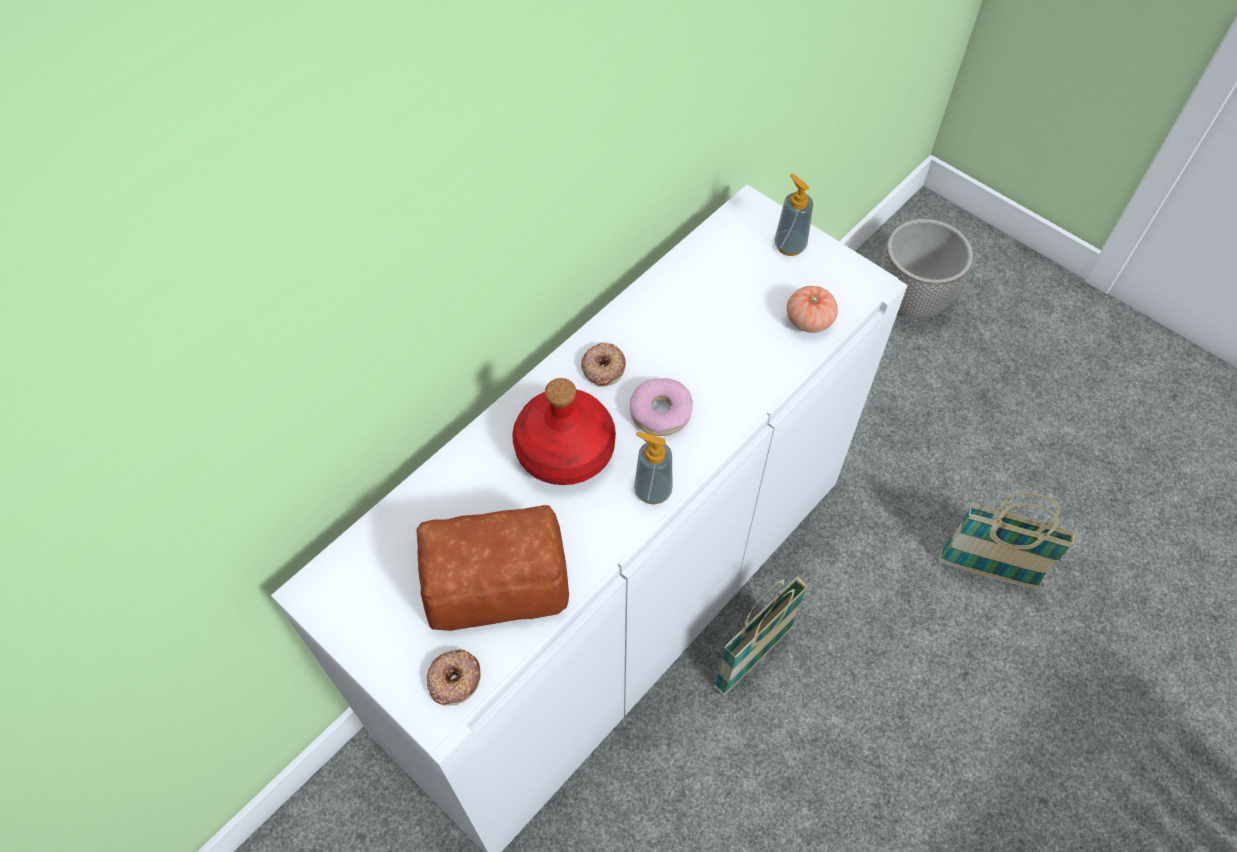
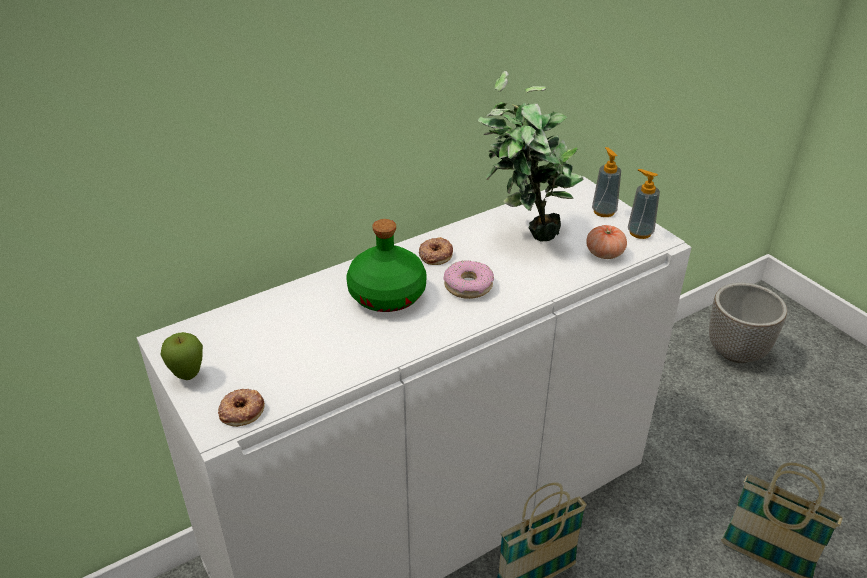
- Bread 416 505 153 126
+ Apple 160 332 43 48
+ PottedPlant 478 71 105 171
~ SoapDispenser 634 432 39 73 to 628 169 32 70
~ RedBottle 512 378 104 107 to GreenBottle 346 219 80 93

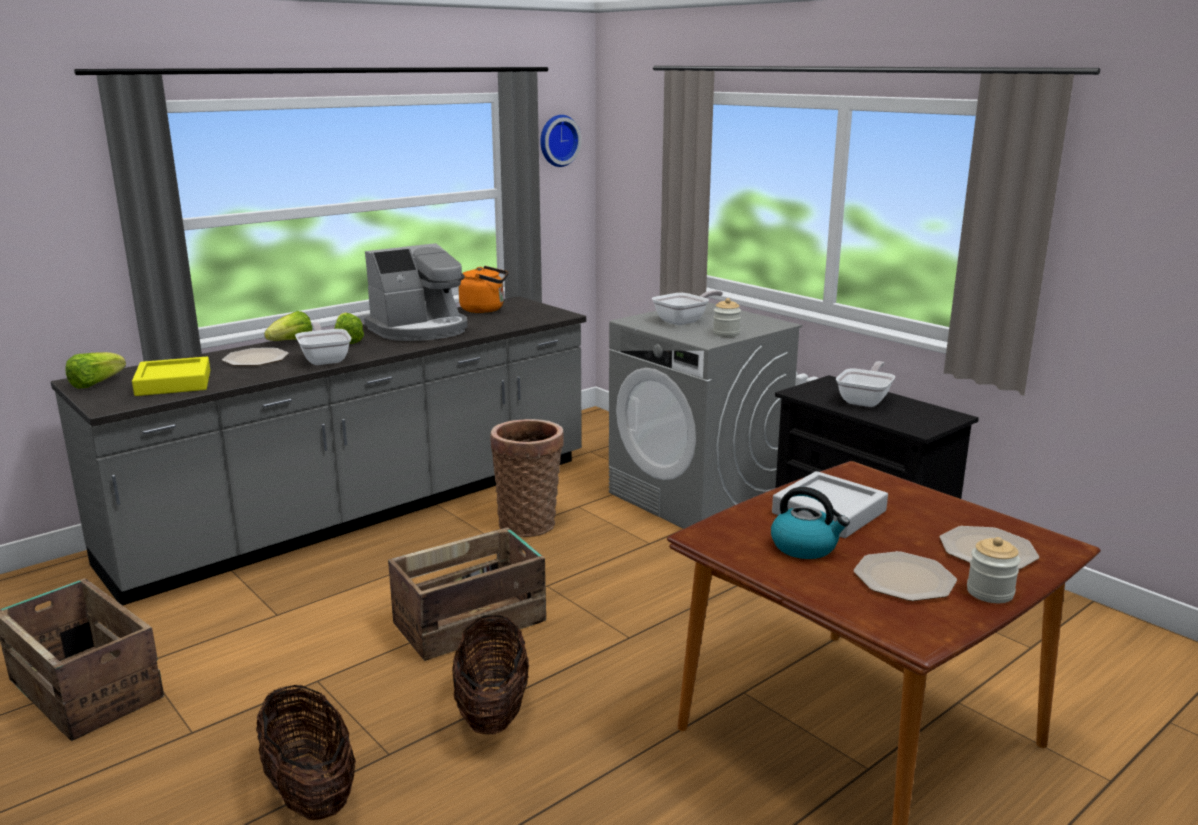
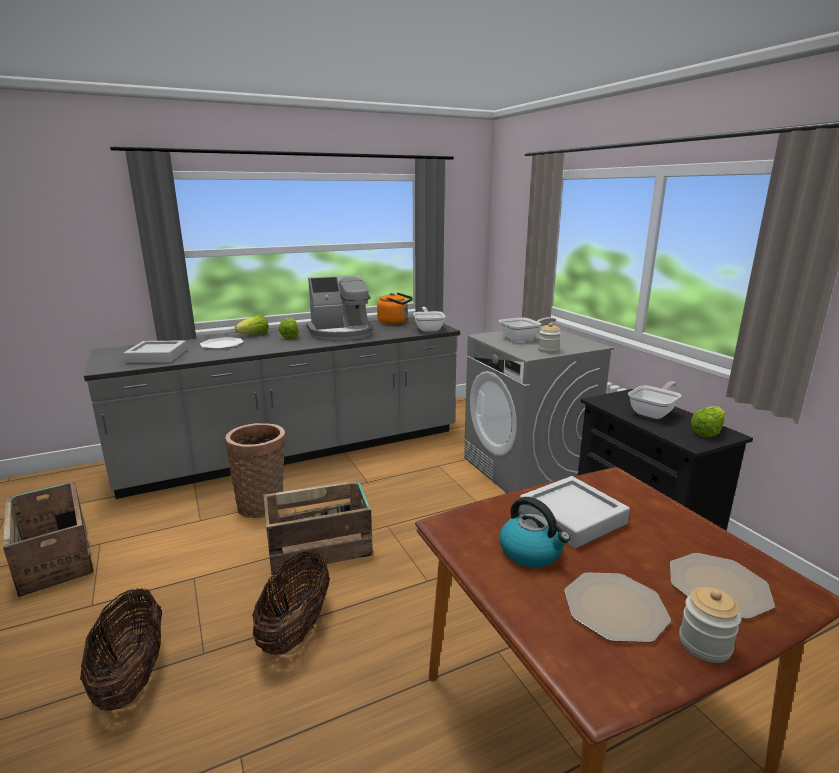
- WallClock 540 115 42 52
~ Lettuce 66 352 60 37 to 691 406 34 31
~ FryingPan 295 322 56 43 to 413 307 33 24
~ Basket 490 419 74 118 to 225 423 61 95
~ YellowTray 132 357 78 39 to GreyTray 123 340 64 23

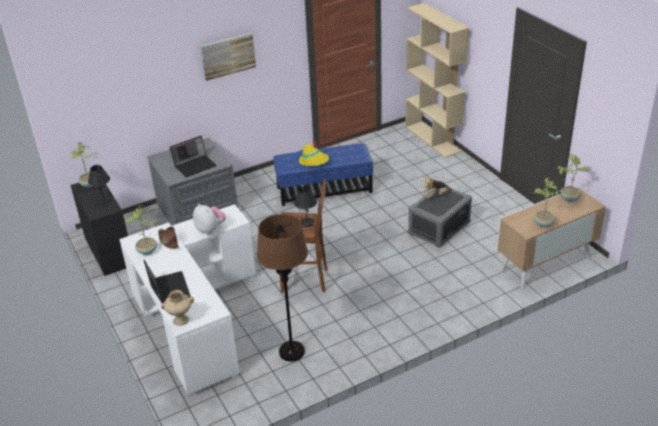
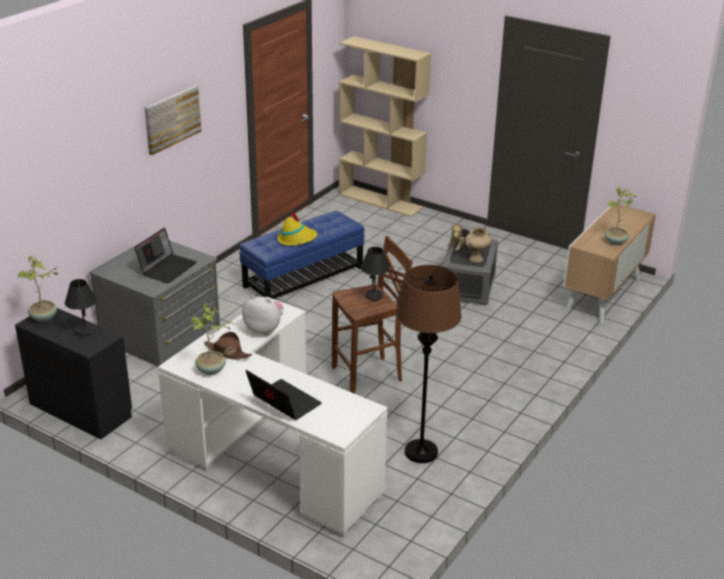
- PottedPlant 557 154 30 48
~ BeigeVase 161 290 33 36 to 465 226 26 37

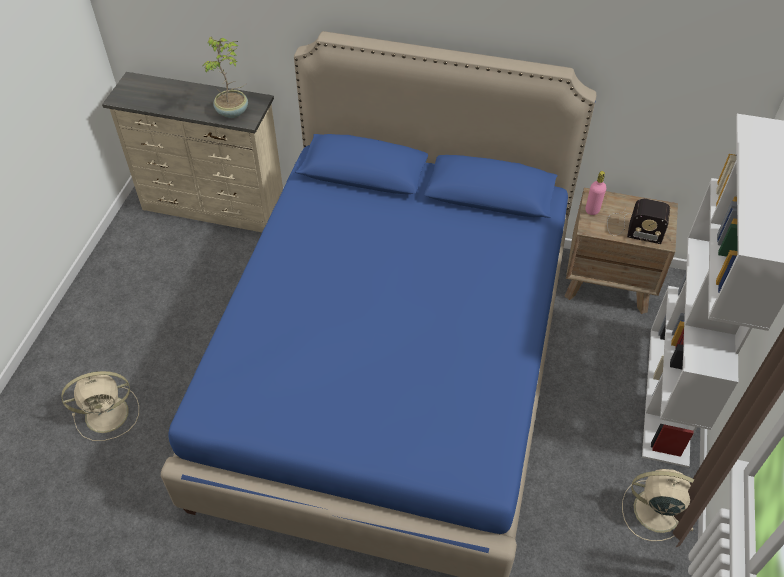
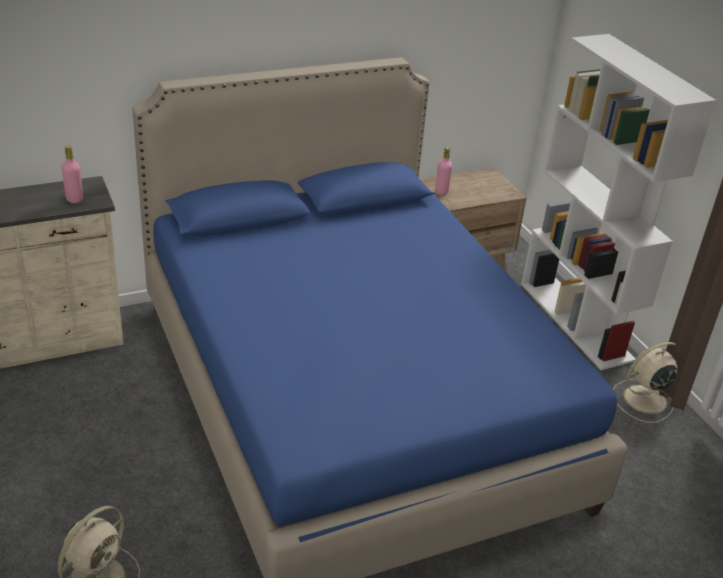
- Radio 607 199 63 45
~ PottedPlant 203 36 45 82 to PinkBottle 61 146 22 57

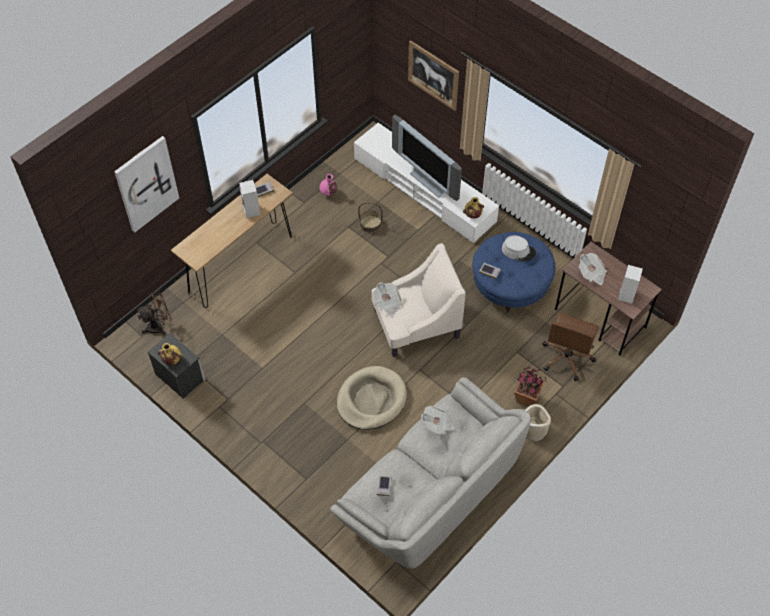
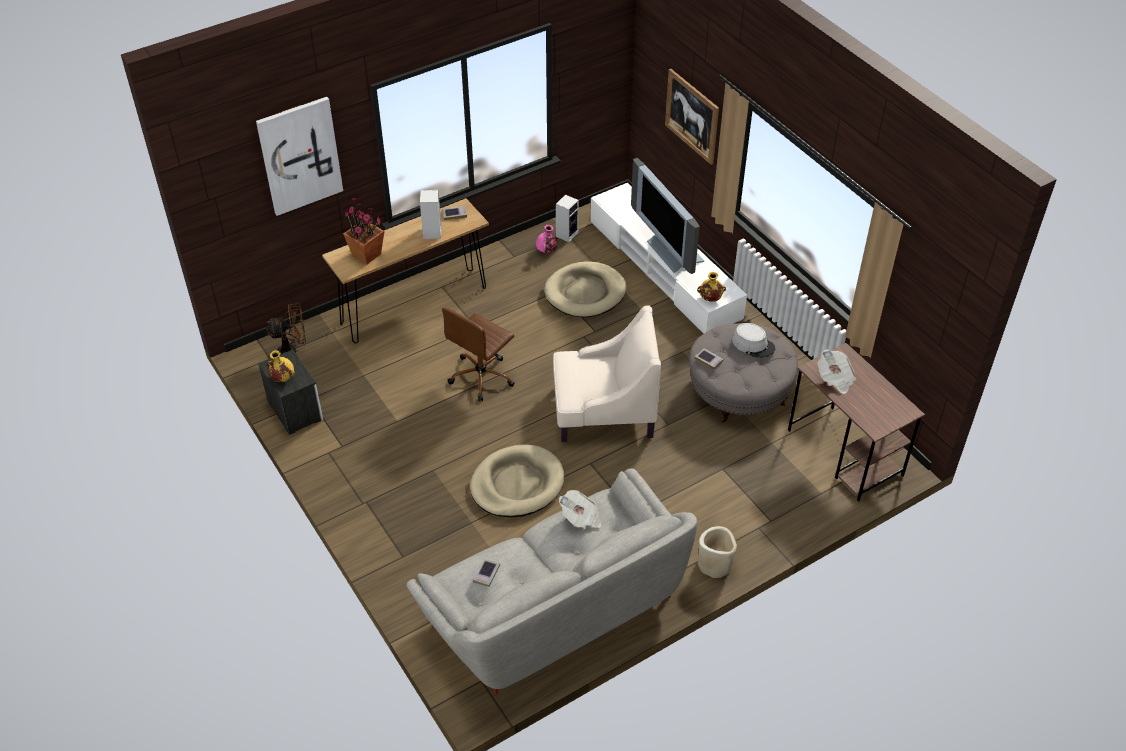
- Newspaper 373 282 30 34
~ PottedPlant 514 367 33 40 to 343 197 41 67
~ BrownOfficeChair 542 313 57 68 to 442 308 73 93
~ Speaker 618 265 25 39 to 556 195 23 47
~ Basket 358 202 25 31 to BeigeDogBed 544 261 83 56
~ BlueOttoman 472 232 83 82 to GreyOttoman 689 323 109 99

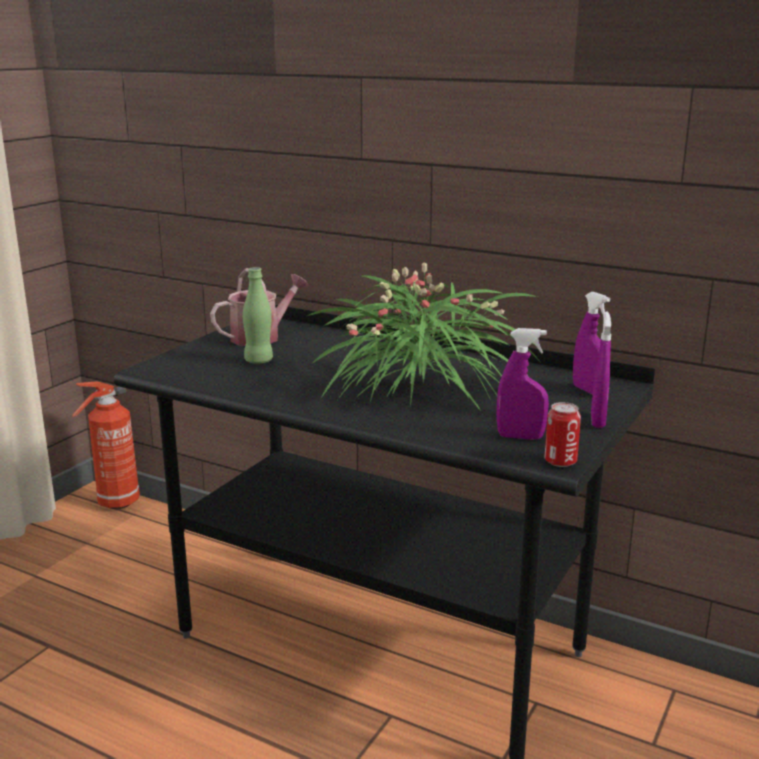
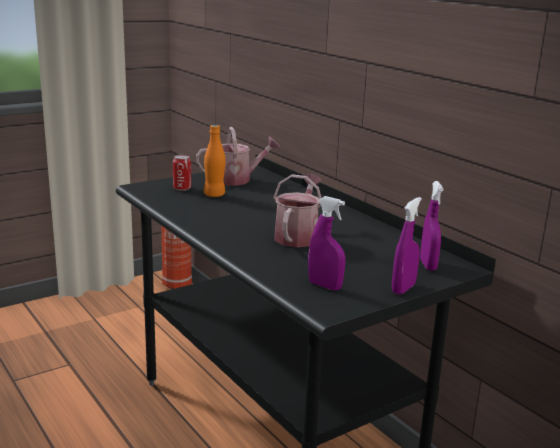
~ Can 544 402 37 65 to 173 155 19 36
~ PottedPlant 307 263 235 148 to WateringCan 273 174 49 73
~ GreenBottle 243 267 30 97 to OrangeBottle 204 125 22 72

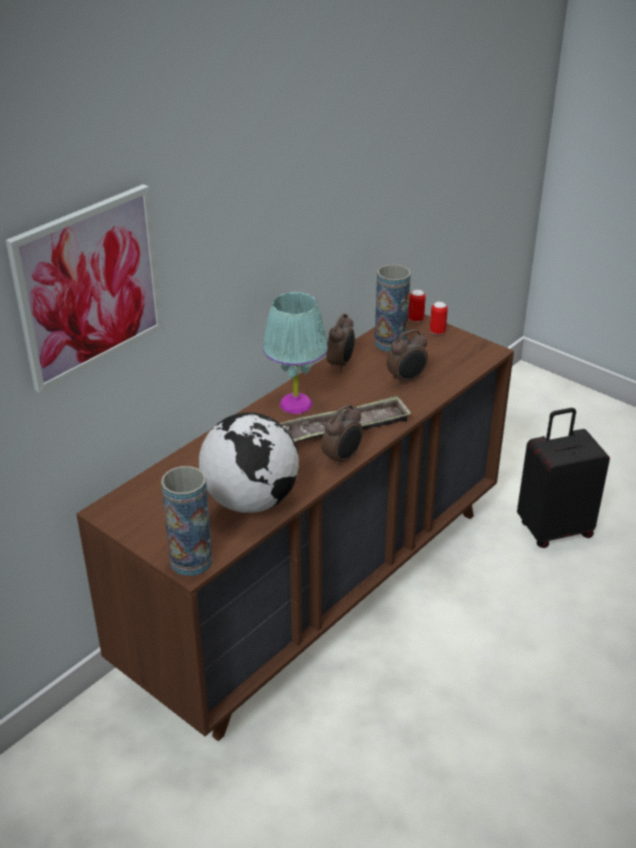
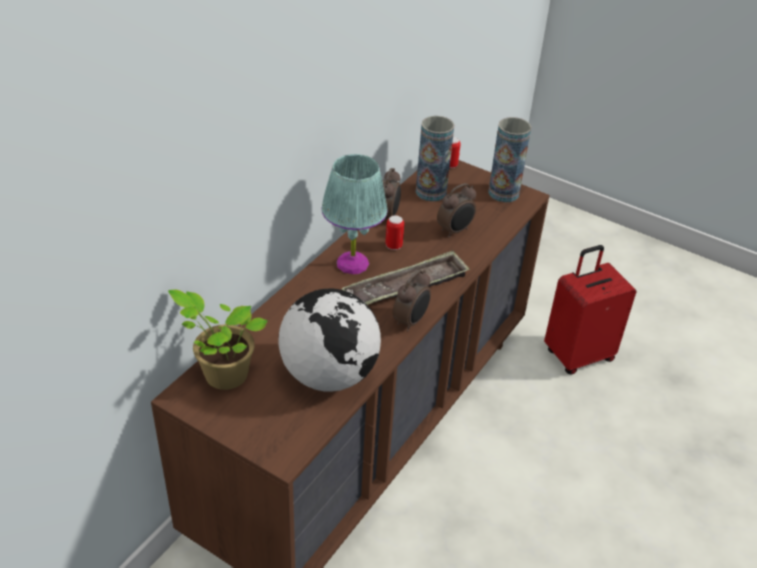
- Picture 6 184 157 209
+ PottedPlant 168 290 100 100
~ Vase 161 466 51 110 to 488 117 43 86
~ Can 430 302 18 33 to 385 215 19 35
~ BlackSuitcase 517 408 93 140 to RedSuitcase 544 245 92 129

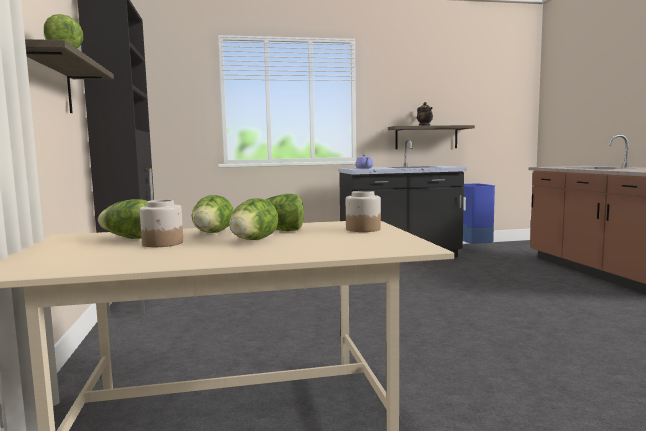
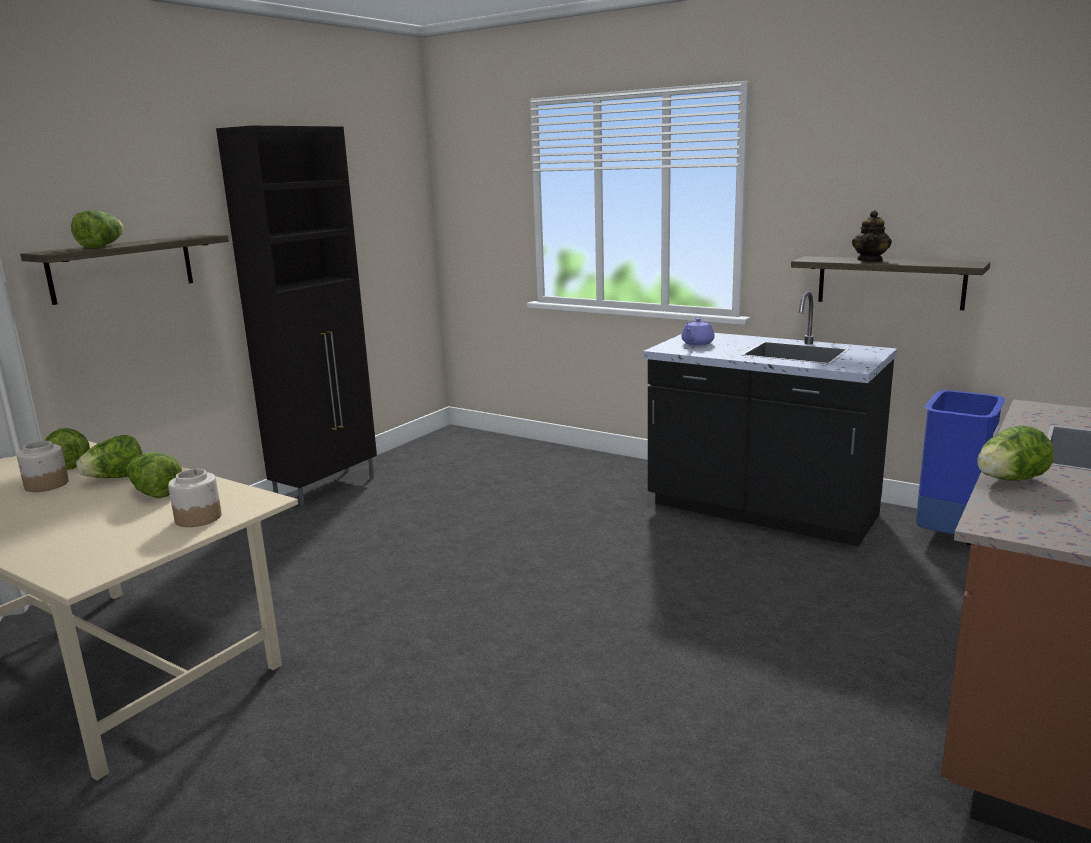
~ Lettuce 229 198 50 42 to 977 426 77 55

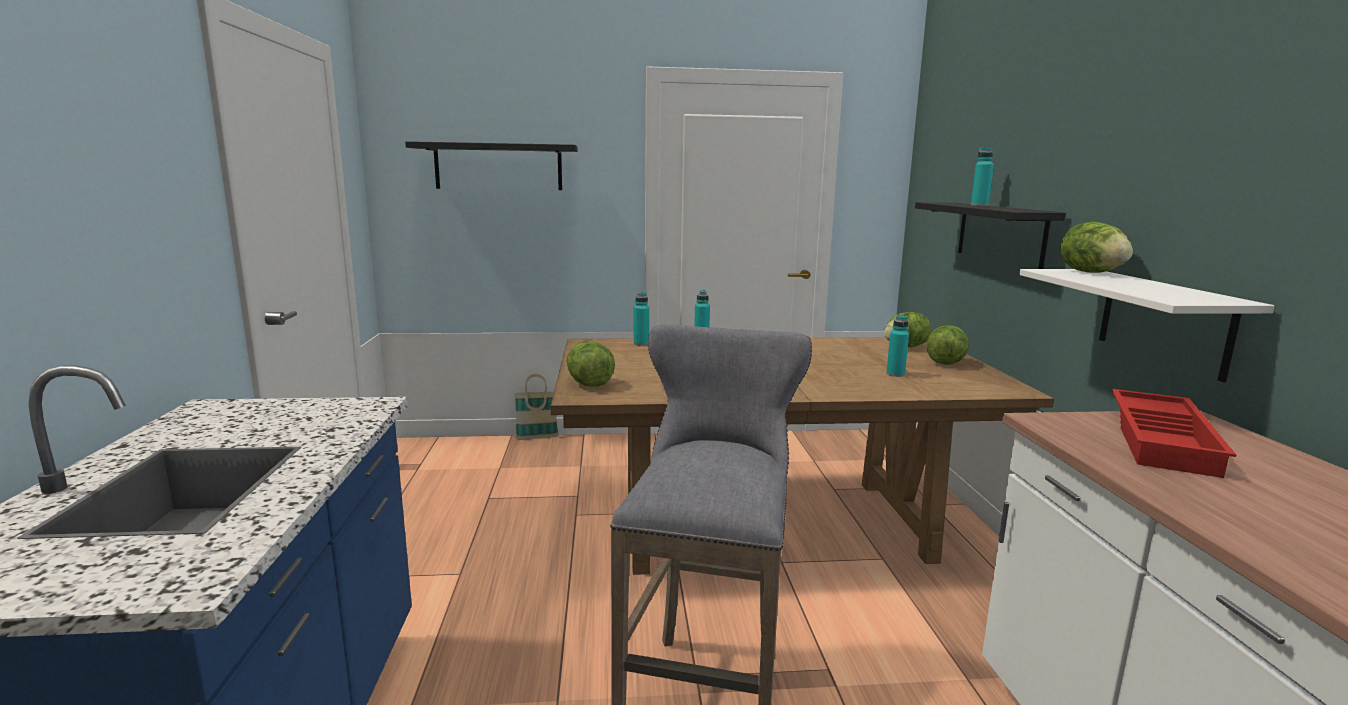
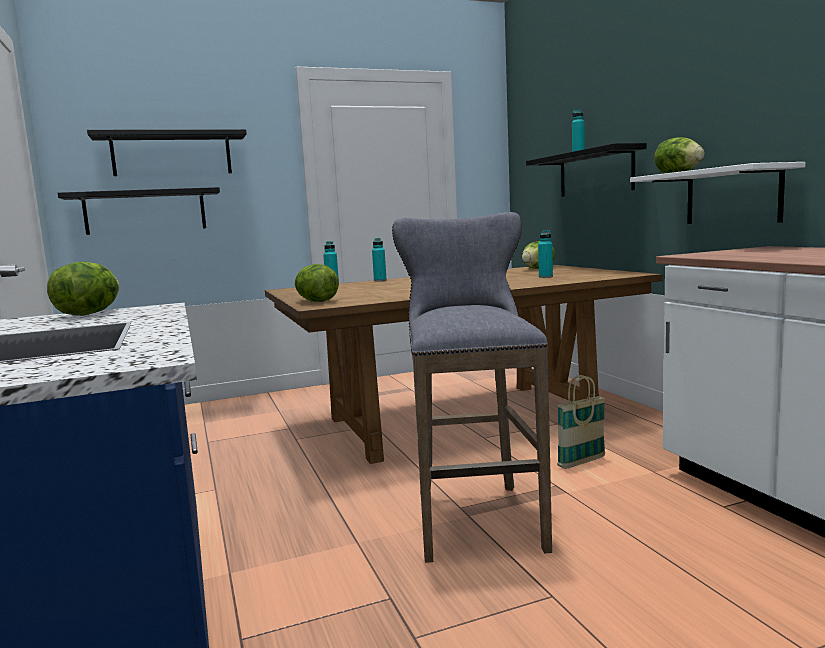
- RedTray 1111 389 125 89
+ BlackShelf 58 187 162 48
~ Basket 514 374 45 66 to 557 375 48 94
~ Lettuce 927 325 42 40 to 47 262 72 54

